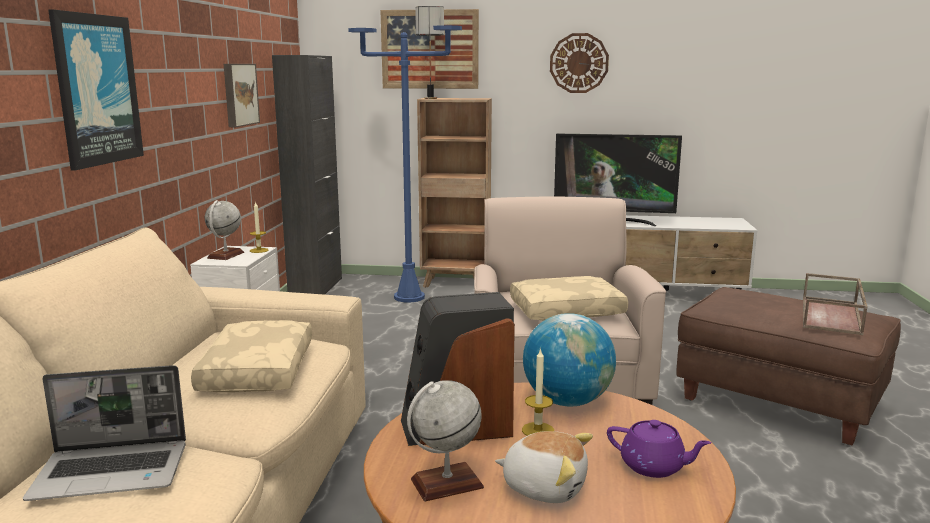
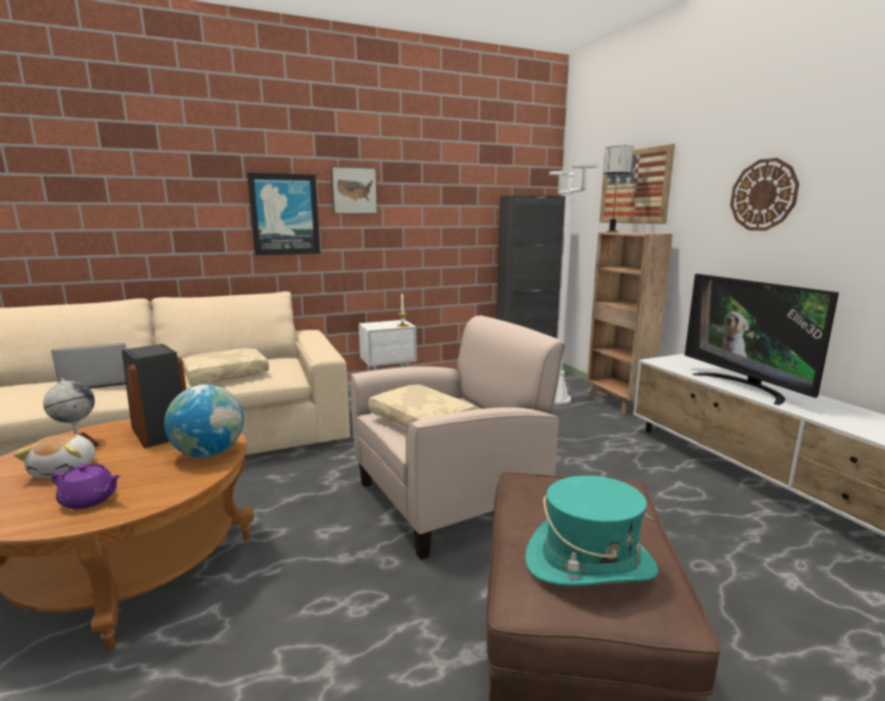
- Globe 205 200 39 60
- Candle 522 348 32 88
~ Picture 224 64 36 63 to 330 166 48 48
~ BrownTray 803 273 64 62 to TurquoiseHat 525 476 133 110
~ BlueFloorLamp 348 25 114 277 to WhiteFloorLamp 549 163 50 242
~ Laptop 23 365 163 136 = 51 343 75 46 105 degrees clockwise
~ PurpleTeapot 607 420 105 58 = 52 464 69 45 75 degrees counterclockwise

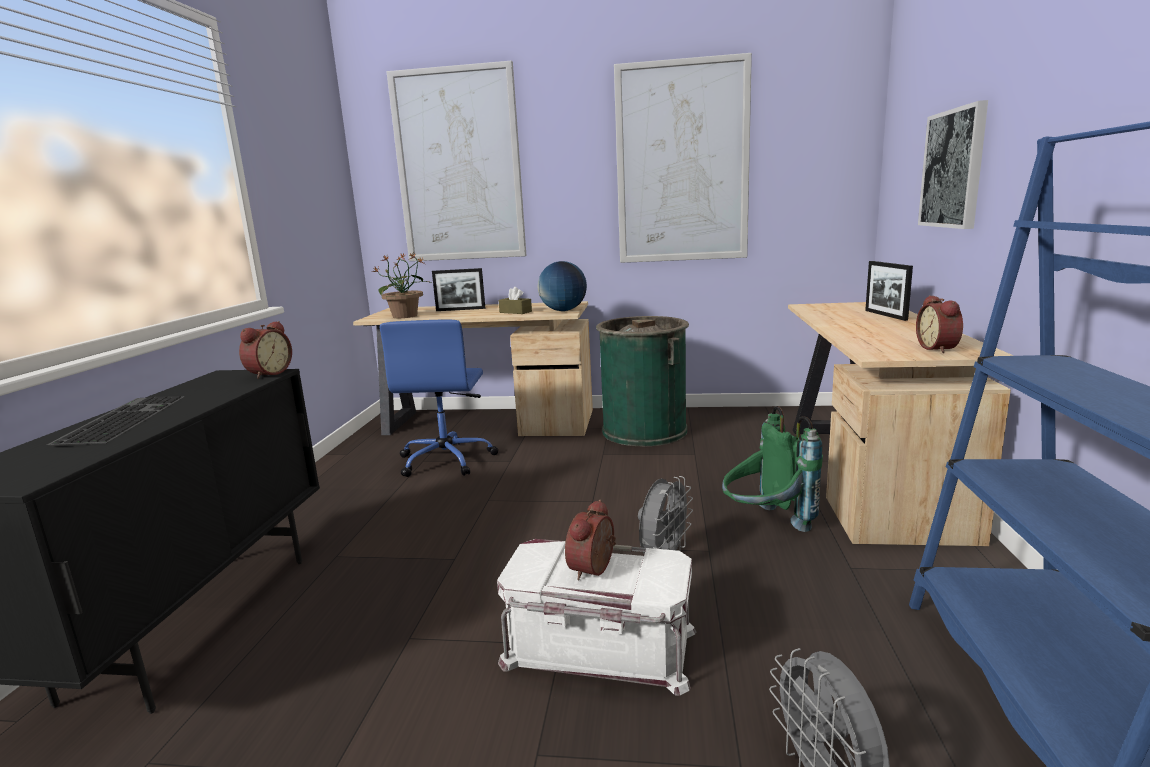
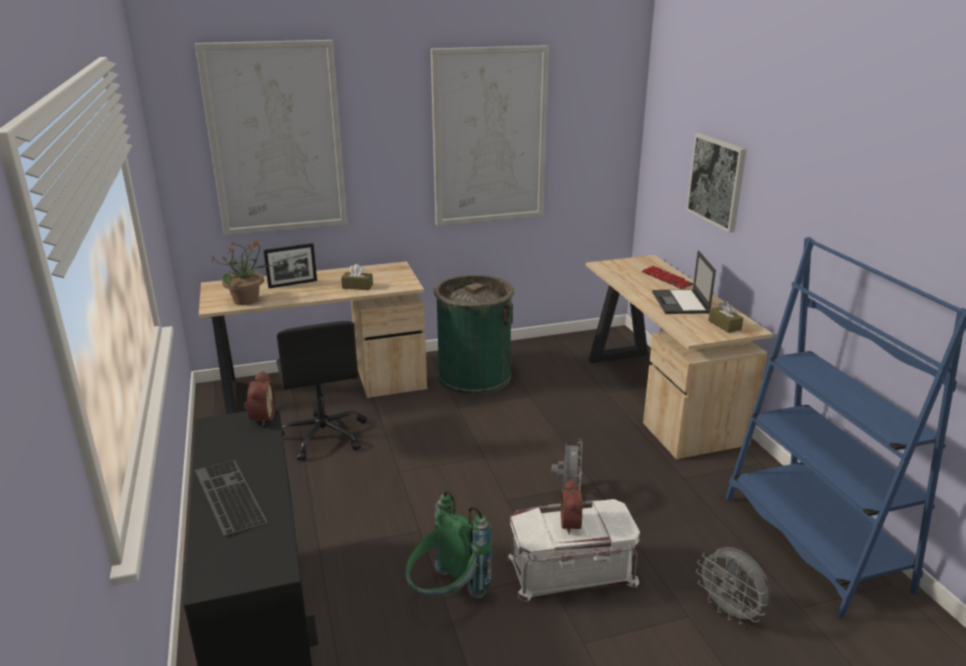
- Globe 538 261 49 50
+ Laptop 652 250 64 64
~ GreenBackpack 722 406 101 126 to 405 490 87 108
~ PictureFrame 865 261 48 60 to Keyboard 642 266 51 23
~ AlarmClock 916 295 47 58 to BrownTissueBox 708 301 35 32
~ BlueOfficeChair 380 319 118 158 to BlackOfficeChair 276 321 91 140

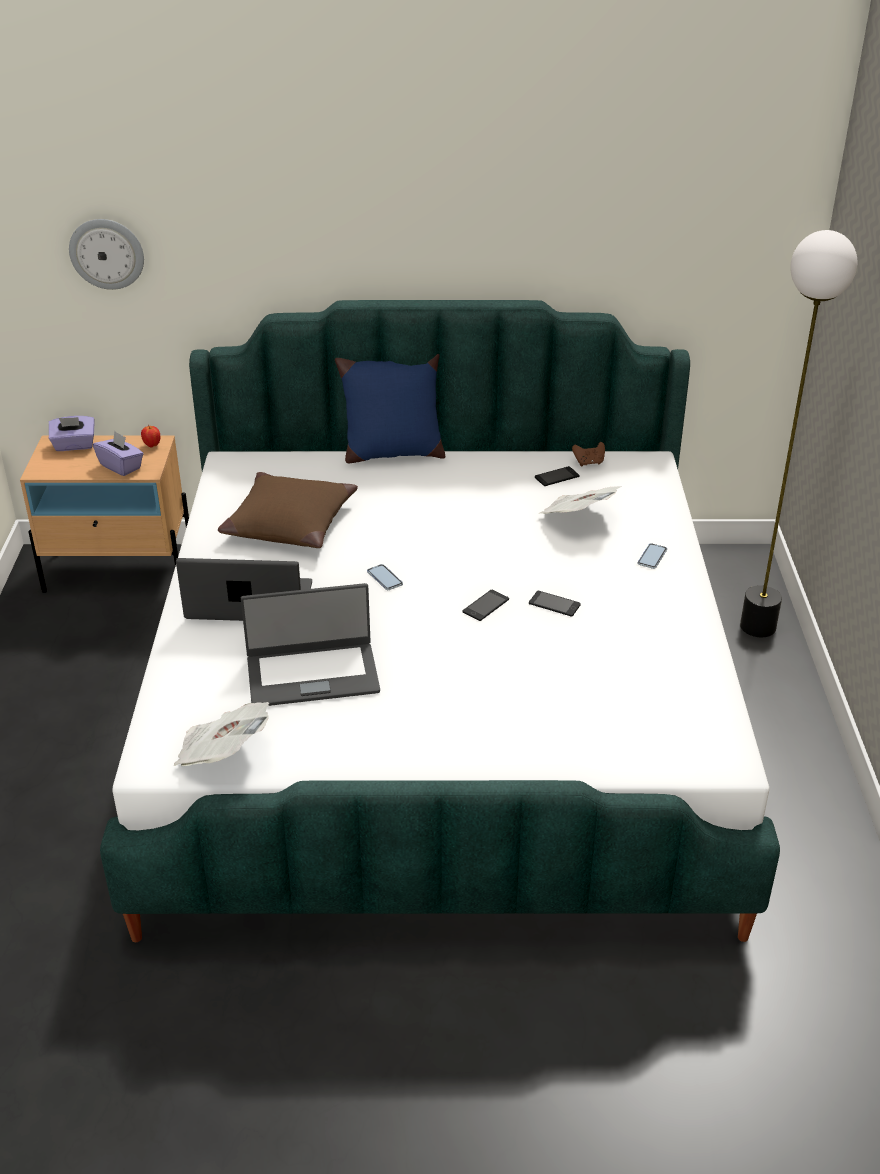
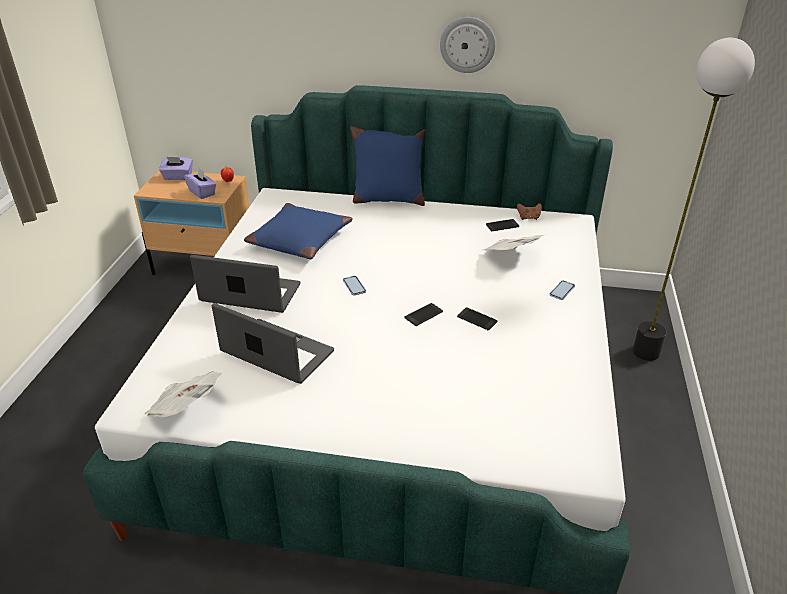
~ WallClock 69 219 75 71 to 440 17 56 56
~ BrownPillow 218 472 140 76 to BluePillow 244 203 109 56
~ Laptop 241 583 139 123 = 212 303 122 81 150 degrees counterclockwise

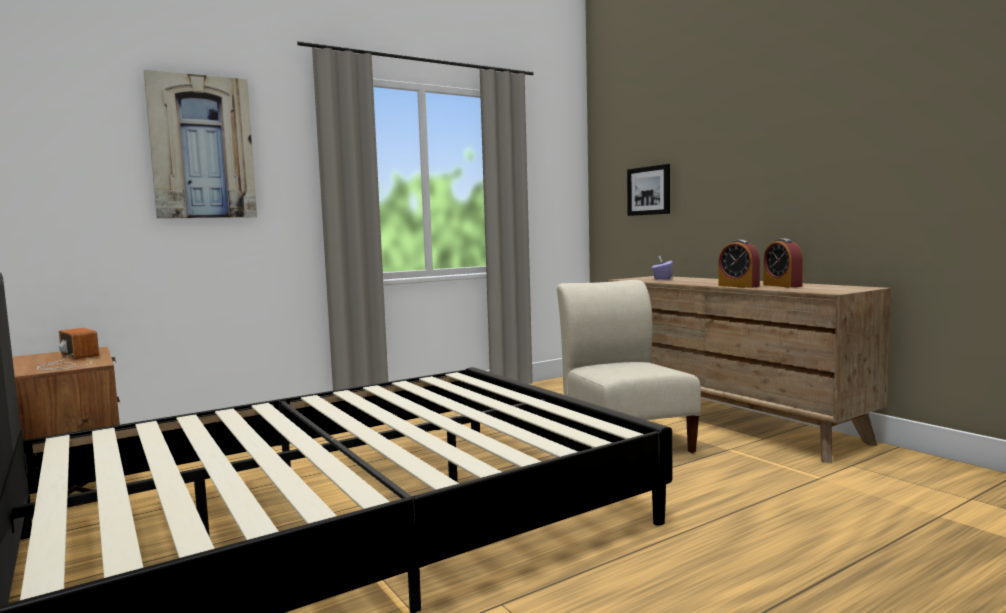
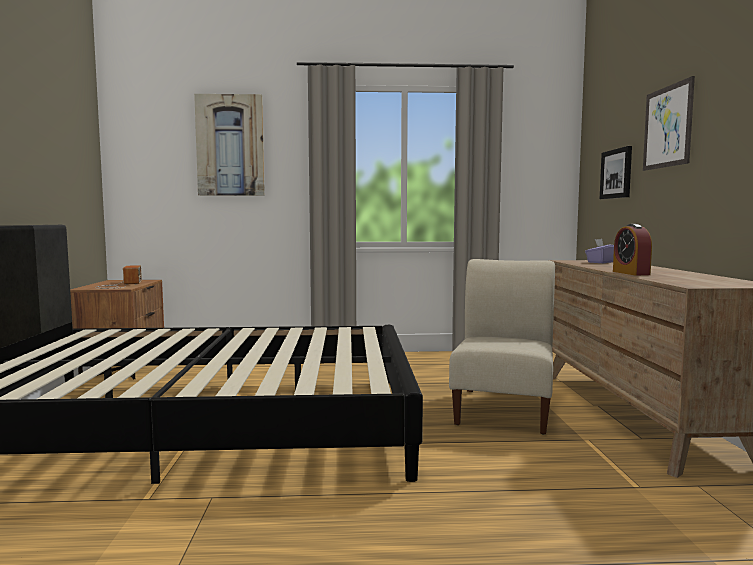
- AlarmClock 763 238 40 50
+ Picture 643 76 52 95

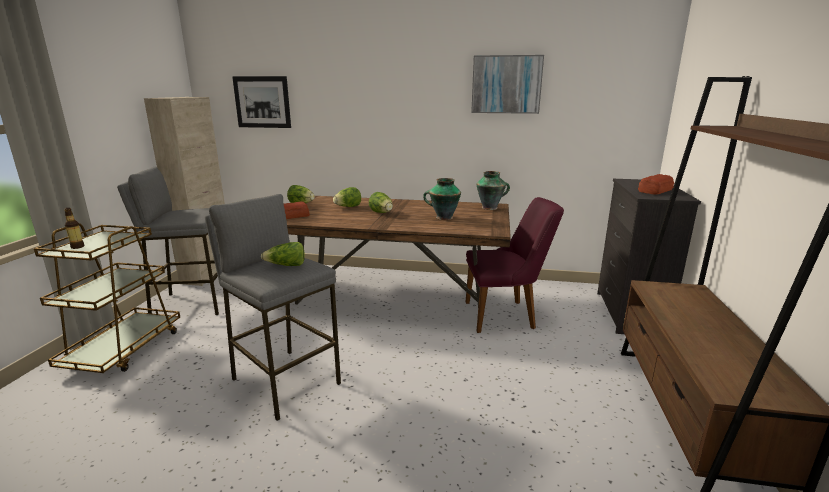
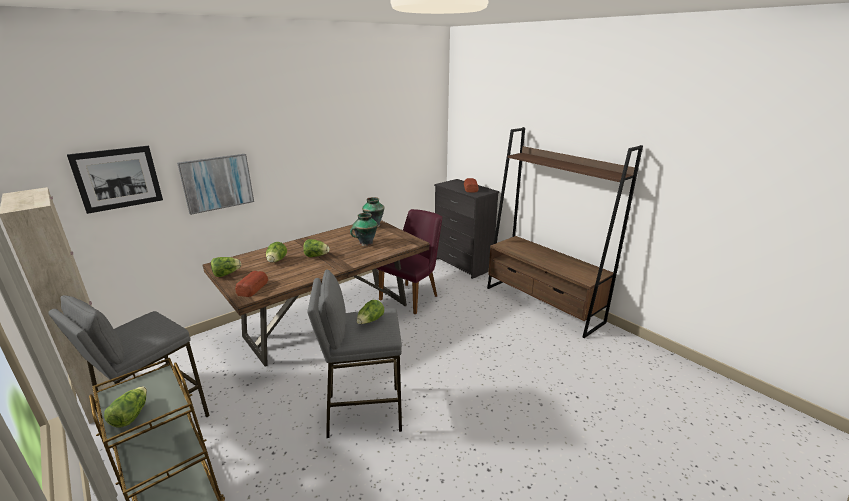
~ Picture 471 55 73 59 to 177 154 77 61
~ Bottle 64 208 20 41 to Lettuce 104 386 43 41

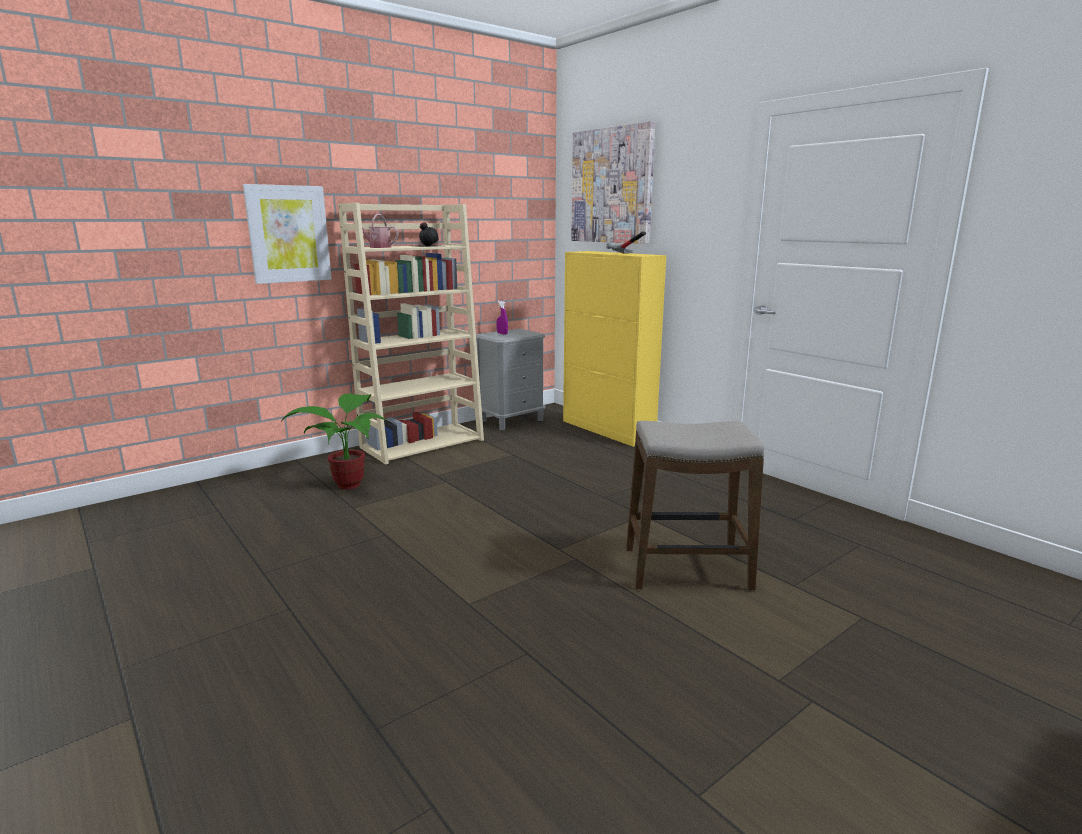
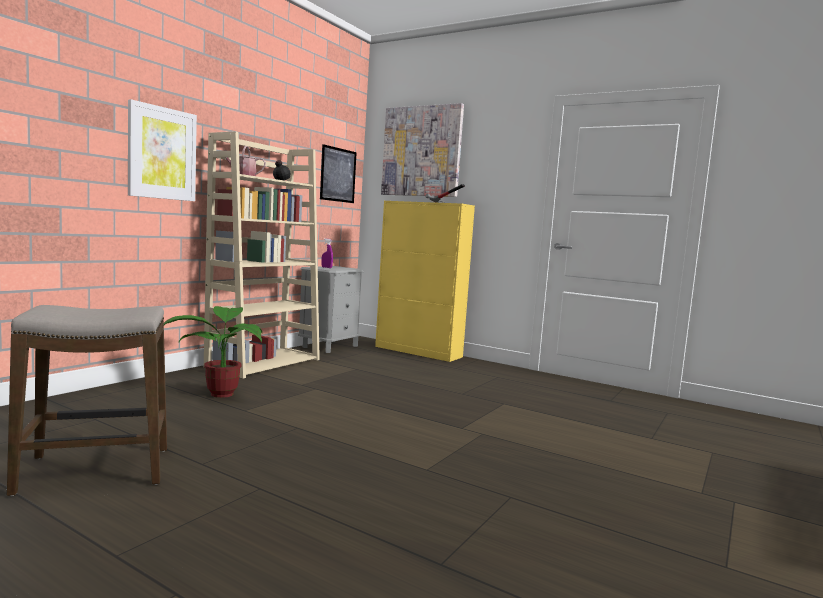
+ Picture 320 144 37 59
~ Stool 626 421 138 170 to 7 305 160 191

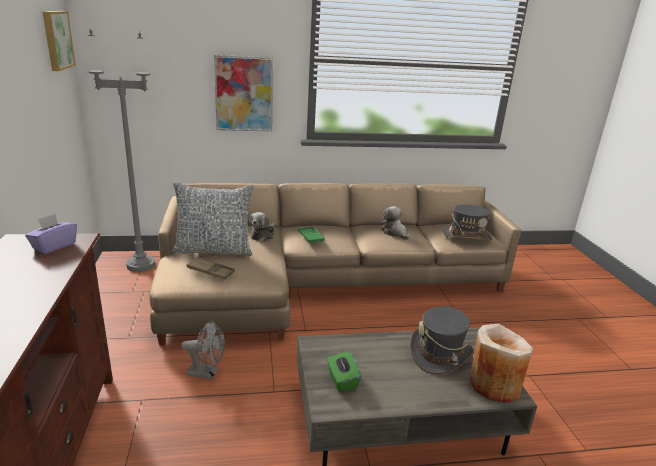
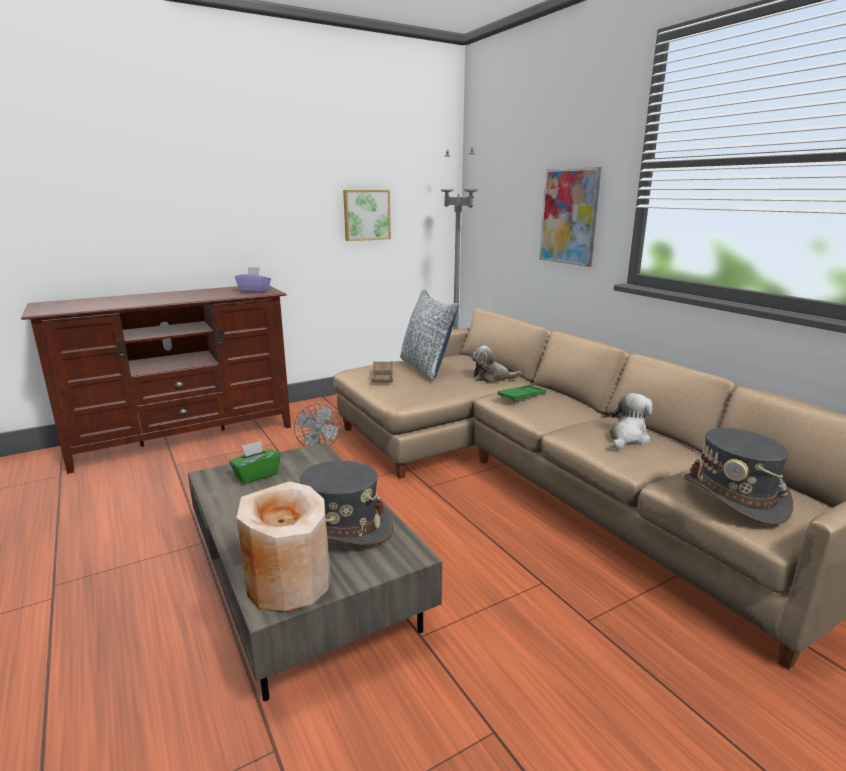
~ Picture 43 11 33 60 to 343 190 48 51

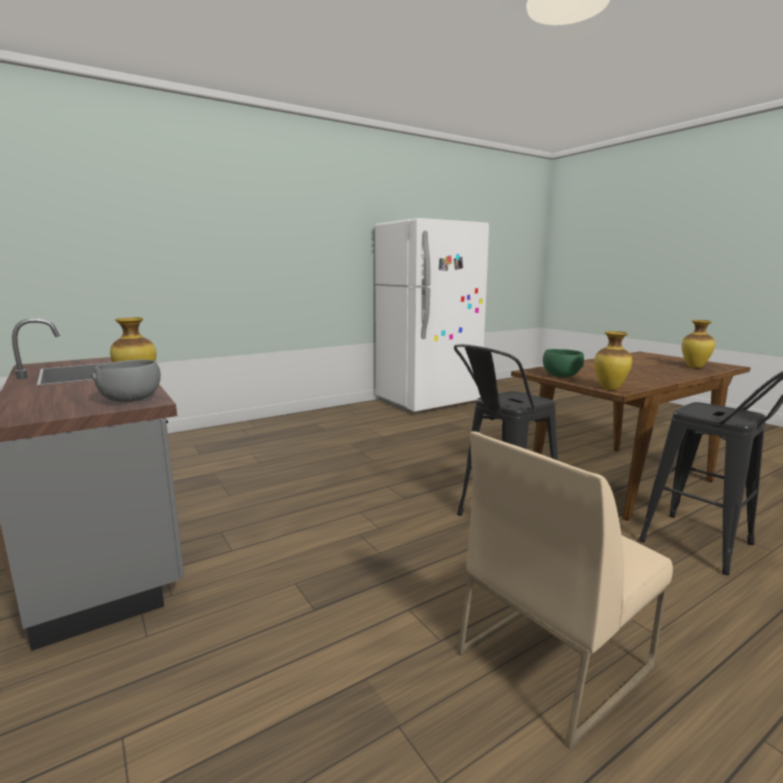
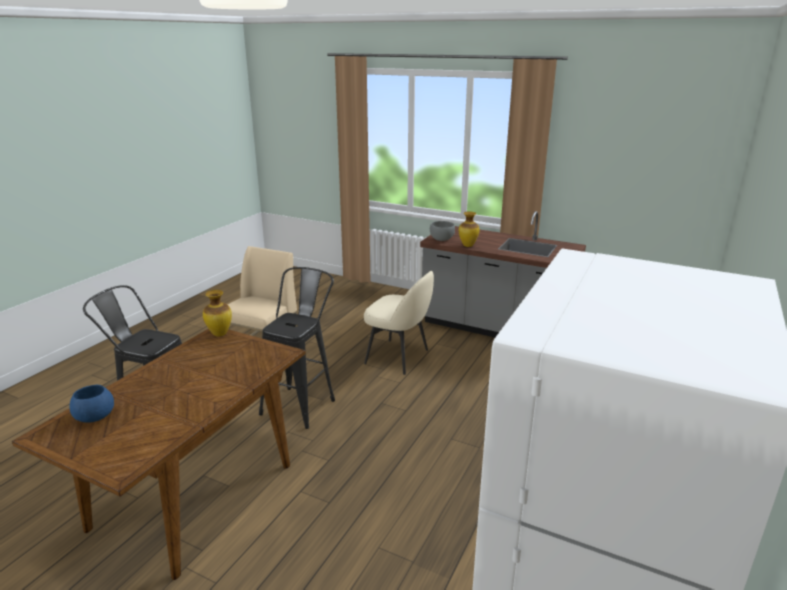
- GreenBowl 543 349 41 28
+ BeigeChair 364 271 70 104
~ Vase 682 320 33 48 to BlueBowl 69 385 45 38

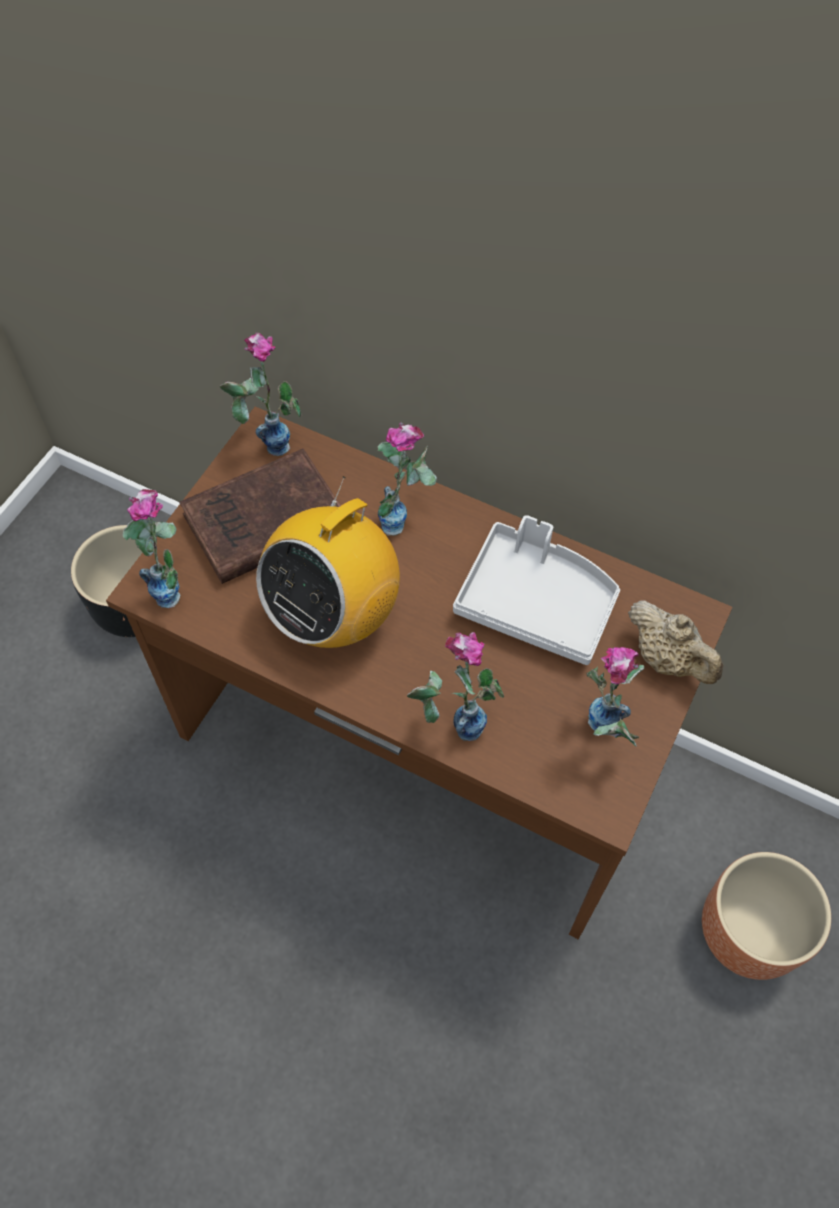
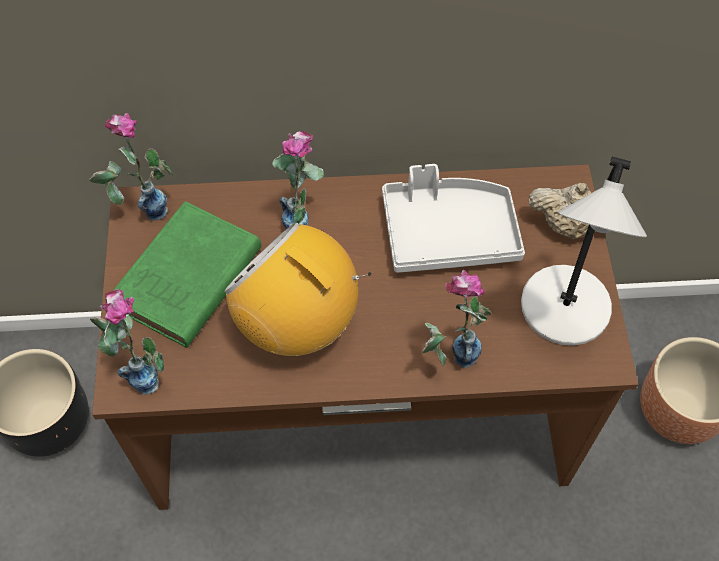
~ Vase 586 647 58 100 to GreyTableLamp 521 157 126 189
~ BrownBook 179 449 162 135 to GreenBook 114 201 147 147
~ Radio 256 476 144 172 = 225 222 146 134 120 degrees clockwise

